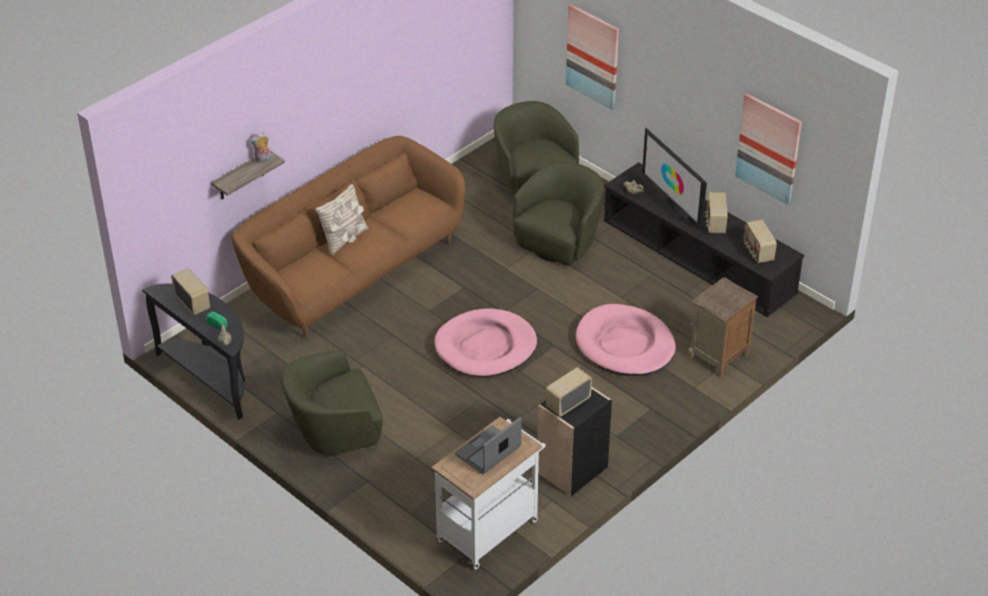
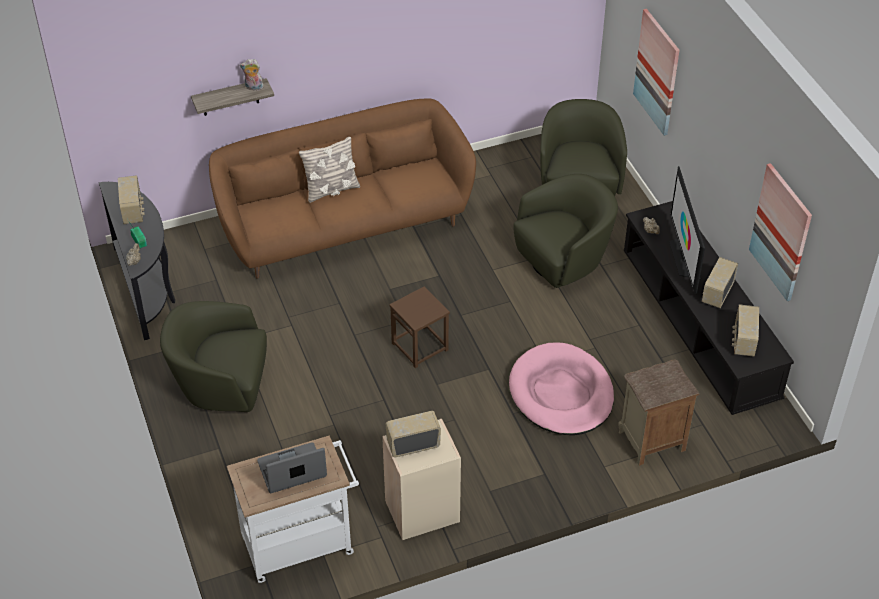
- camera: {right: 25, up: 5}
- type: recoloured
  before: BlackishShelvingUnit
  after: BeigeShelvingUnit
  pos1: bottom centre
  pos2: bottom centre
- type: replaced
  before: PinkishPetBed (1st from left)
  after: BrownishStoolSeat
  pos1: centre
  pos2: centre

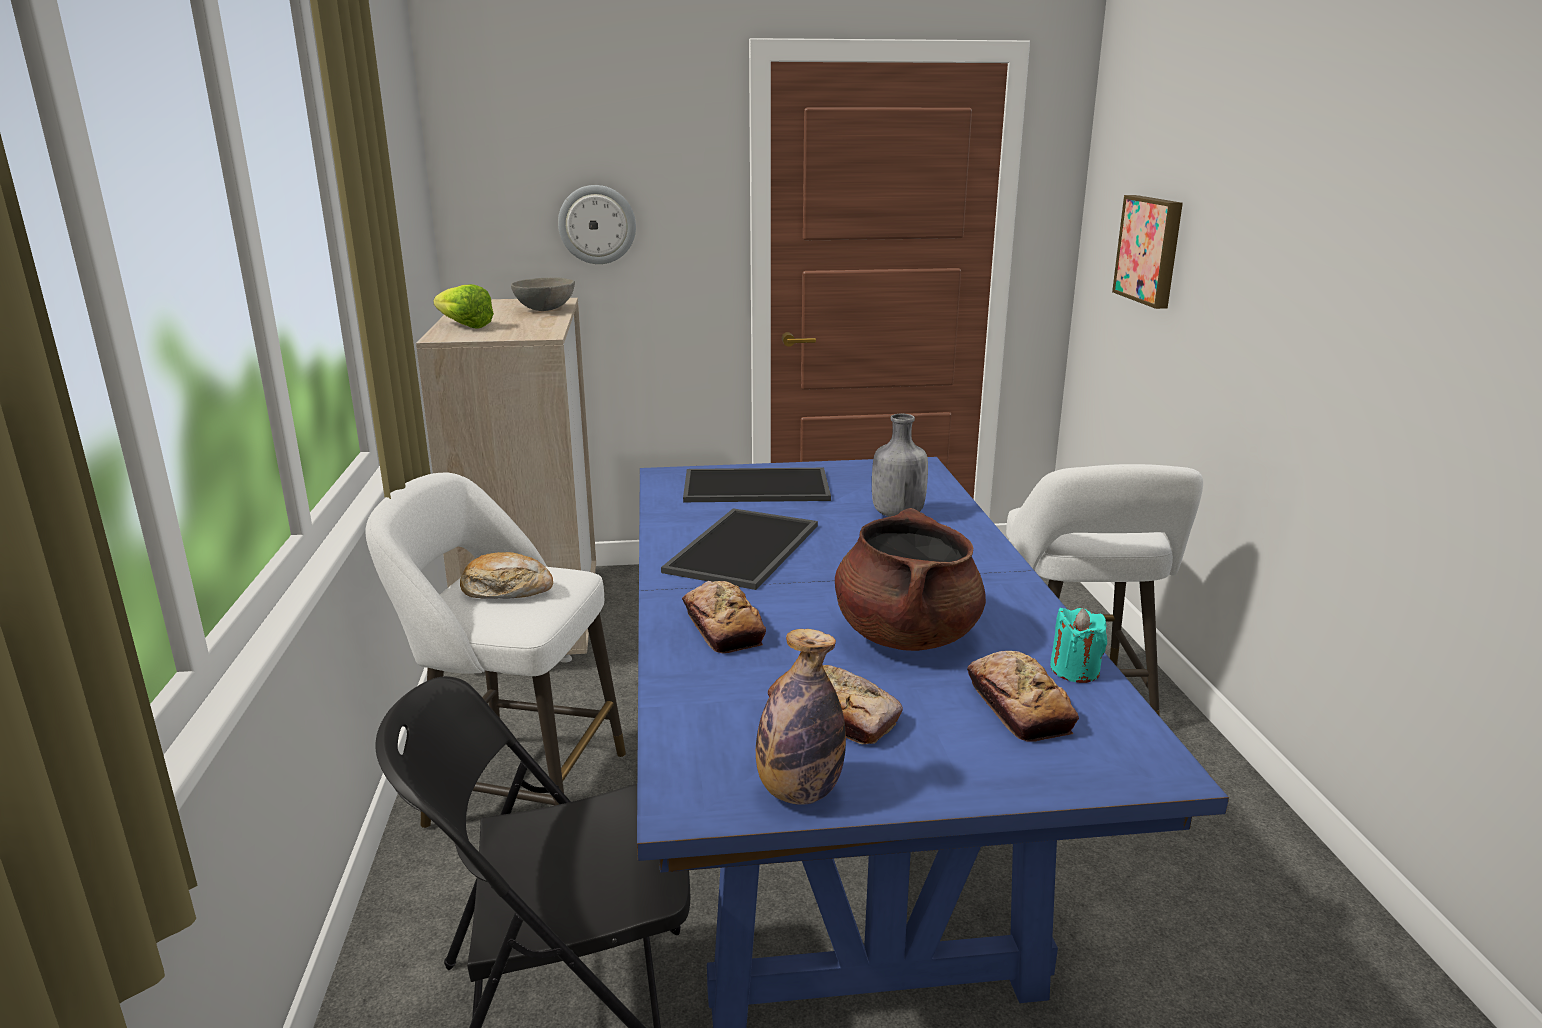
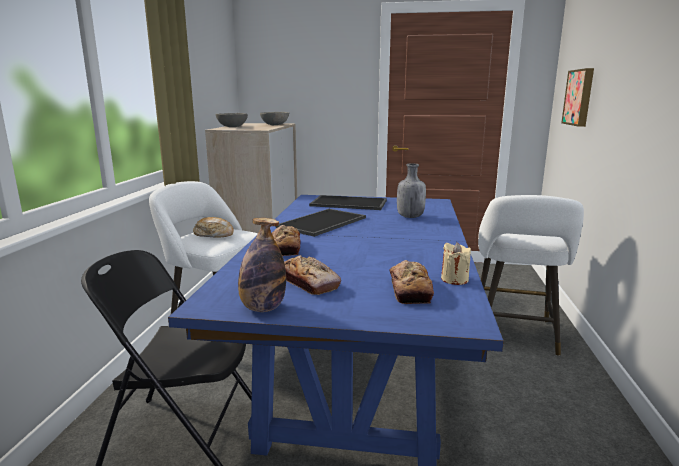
- camera: {right: 15, up: -5}
- type: replaced
  before: Lettuce
  after: GreyDeepDish (1st from left)
  pos1: top left
  pos2: top centre
- type: recoloured
  before: BlueGreenWaxCandle
  after: BeigeWaxCandle
  pos1: middle right
  pos2: middle right
- type: removed
  before: WallClock
  pos1: top centre
- type: removed
  before: BrownishStockpot
  pos1: centre

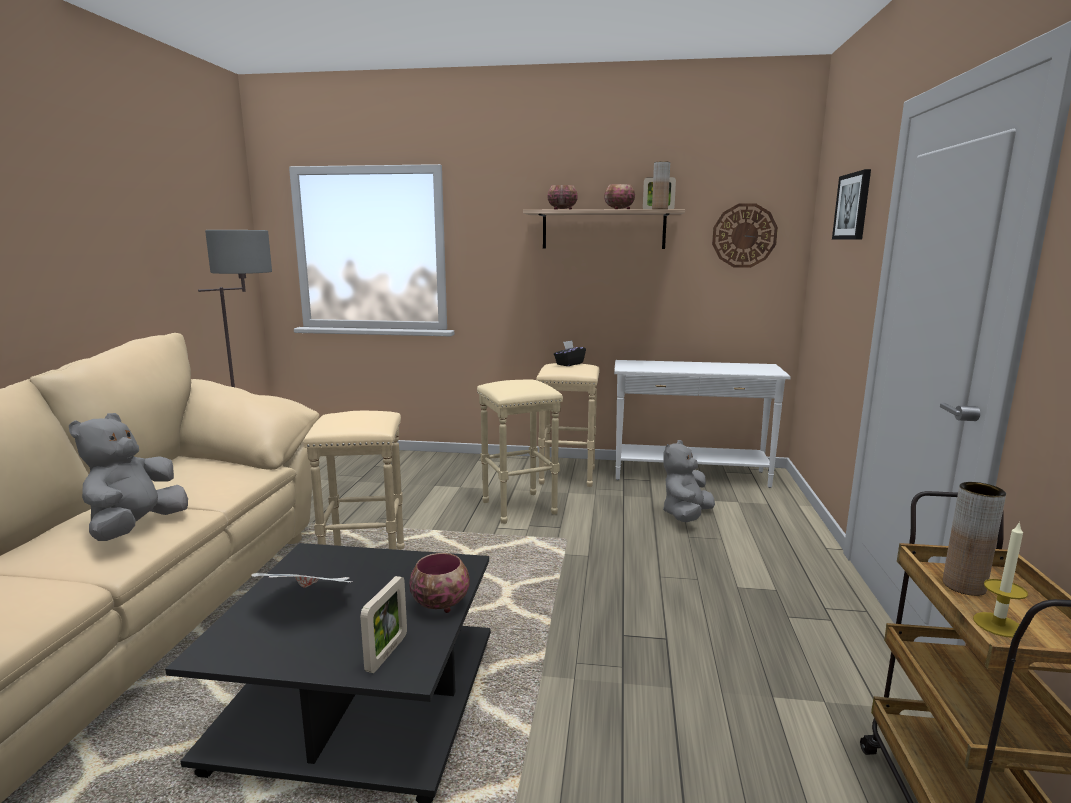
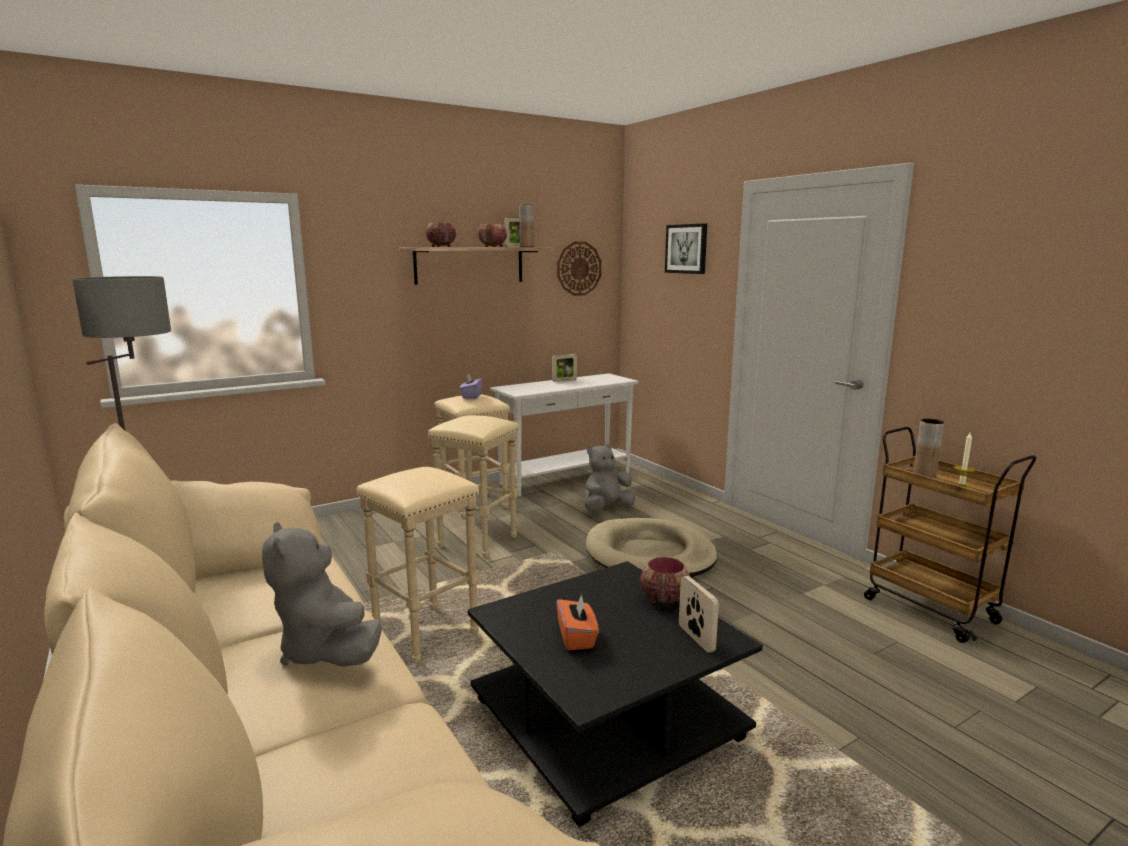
- camera: {right: -40, up: 0}
- type: recoloured
  before: BlackishTissueBox
  after: PurplishTissueBox
  pos1: centre
  pos2: centre
- type: added
  after: PictureFrame (2nd from left)
  pos2: centre
- type: replaced
  before: PrintedPaper
  after: OrangeColouredTissueBox
  pos1: bottom left
  pos2: bottom centre
- type: turned
  before: GreyCuddlyToy (2nd from left)
  pos1: centre
  pos2: centre
  turn: 60
- type: added
  after: BeigePetBed
  pos2: centre

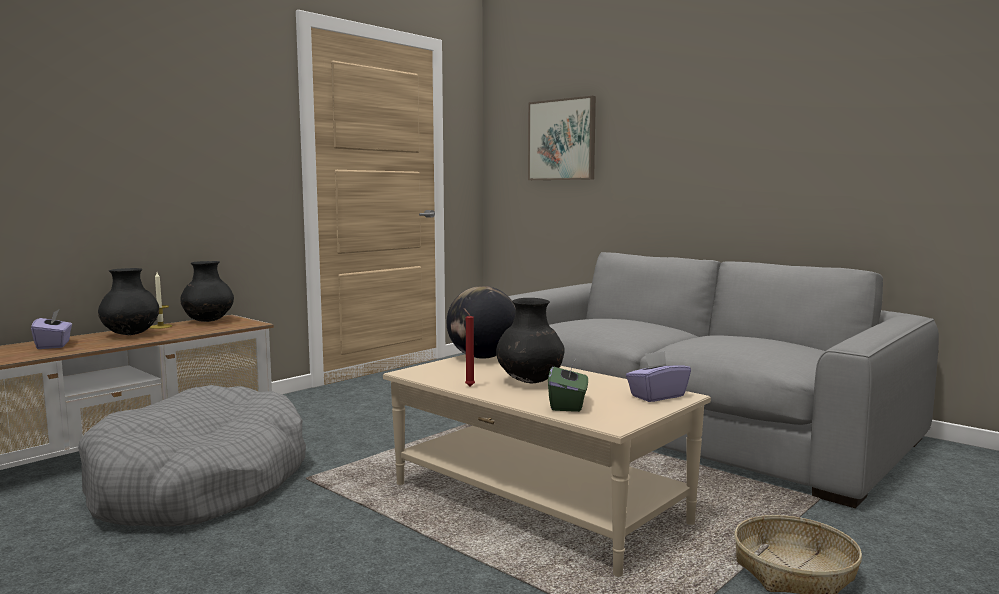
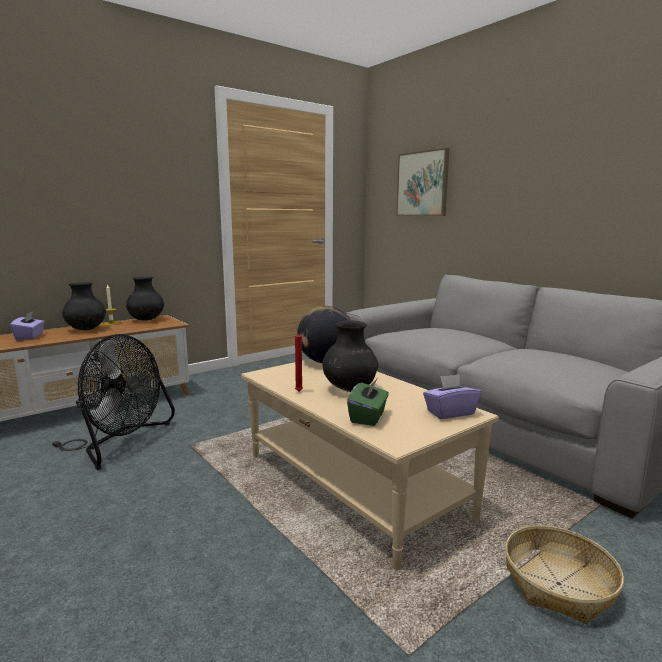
- camera: {right: 10, up: 5}
- type: replaced
  before: GreyPetBed
  after: BlackishElectricFan
  pos1: bottom left
  pos2: middle left

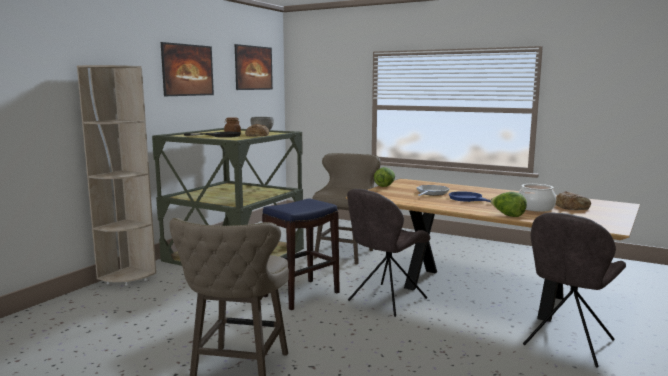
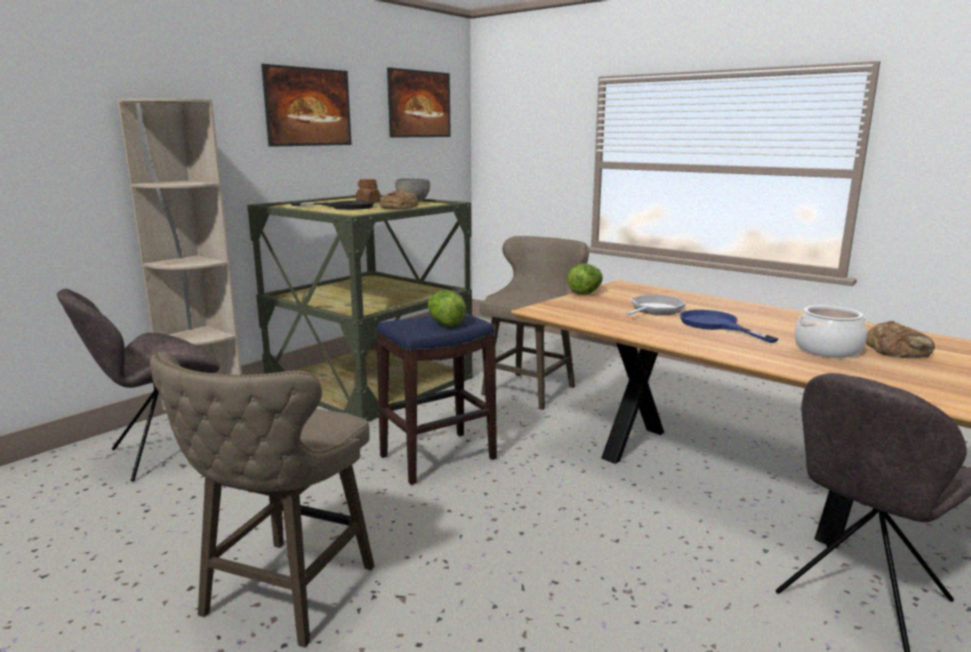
- camera: {right: 10, up: 5}
- type: moved
  before: GreyPlainChair (1st from left)
  pos1: bottom centre
  pos2: middle left
- type: moved
  before: Lettuce (2nd from left in the first image)
  after: Lettuce (1st from left)
  pos1: middle right
  pos2: centre

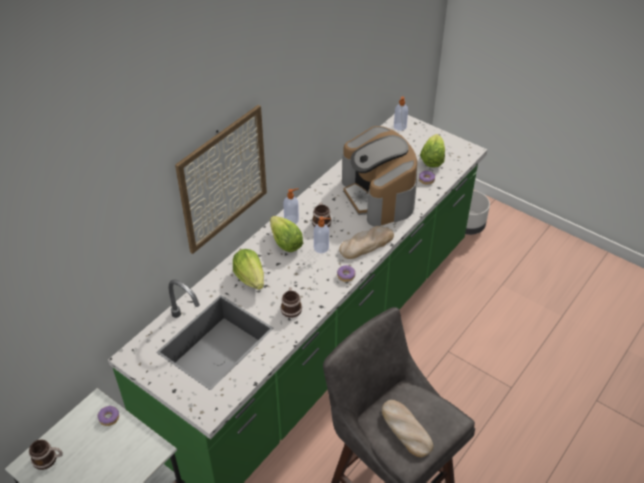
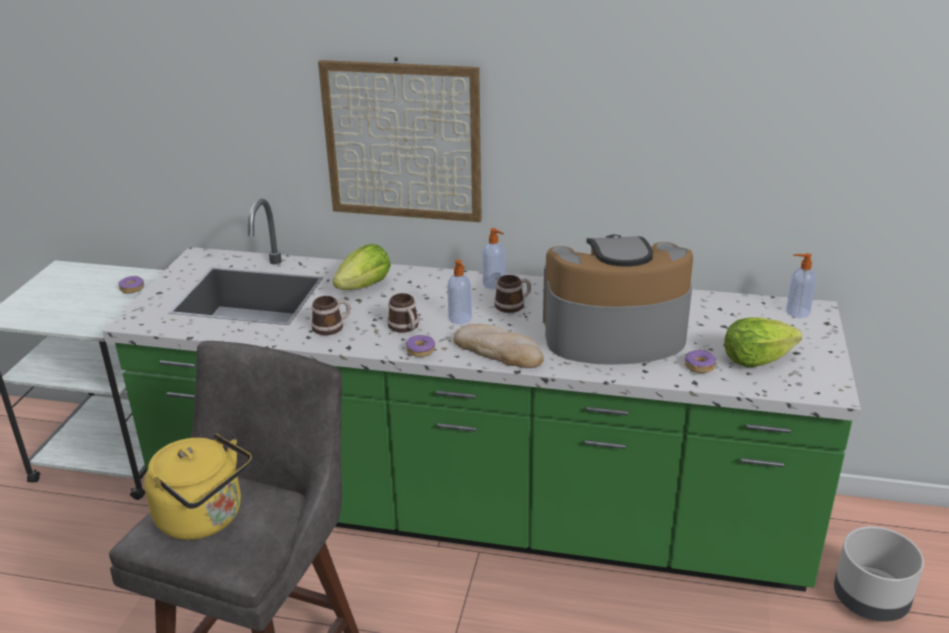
- camera: {right: 65, up: -15}
- type: replaced
  before: BakeryBread (2nd from left)
  after: YellowishKettle
  pos1: bottom centre
  pos2: bottom left
- type: moved
  before: CoffeeMug (1st from left in the first image)
  after: CoffeeMug (2nd from left)
  pos1: bottom left
  pos2: centre
- type: turned
  before: CoffeeBrewer
  pos1: centre
  pos2: centre
  turn: 45
- type: removed
  before: Lettuce (2nd from left)
  pos1: centre

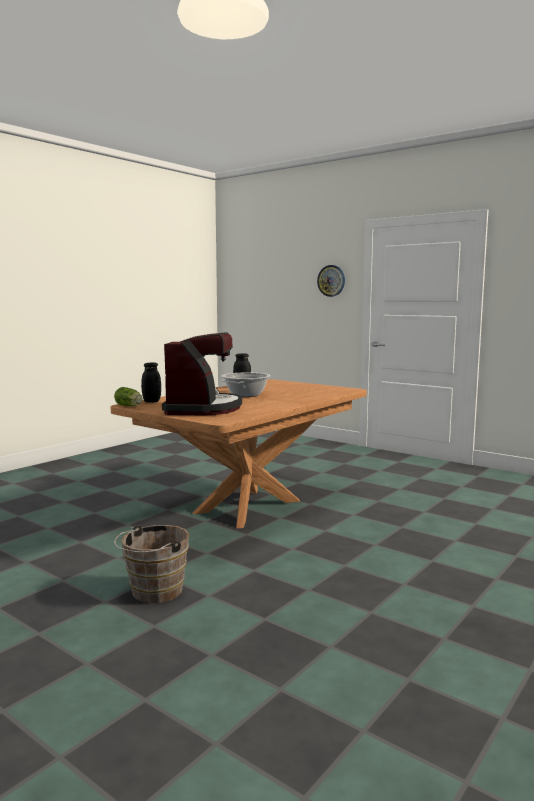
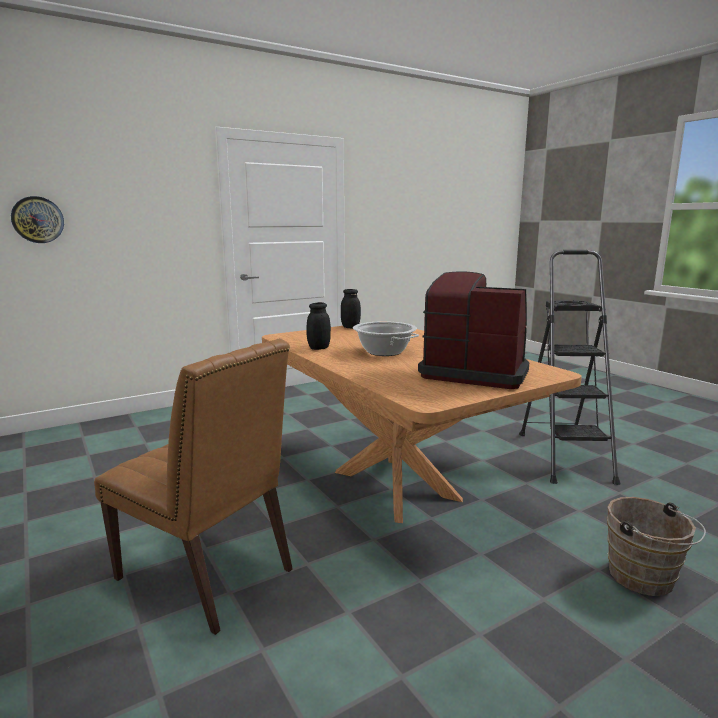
- camera: {right: -70, up: 5}
- type: moved
  before: WallClock
  pos1: centre
  pos2: top left
- type: added
  after: BrownishPlainChair
  pos2: bottom left
- type: moved
  before: BlackishPreserveJar (1st from left in the first image)
  after: BlackishPreserveJar (2nd from left)
  pos1: middle left
  pos2: centre
- type: added
  after: StepLadder
  pos2: middle right
- type: removed
  before: Lettuce
  pos1: middle left

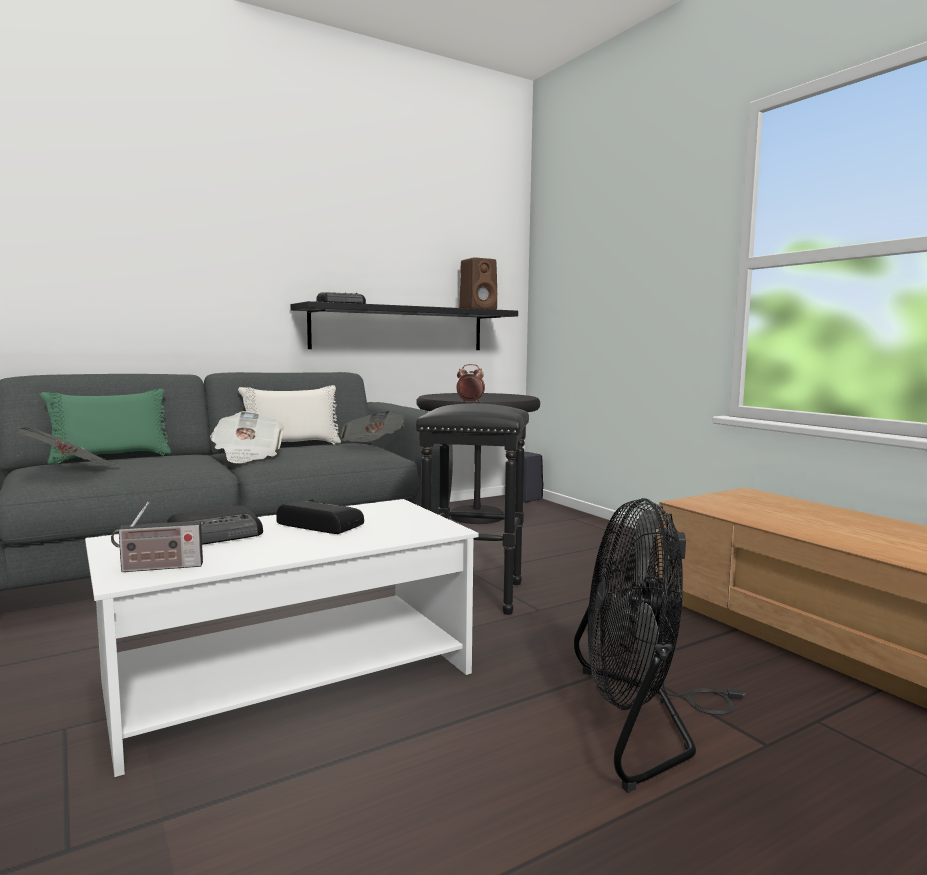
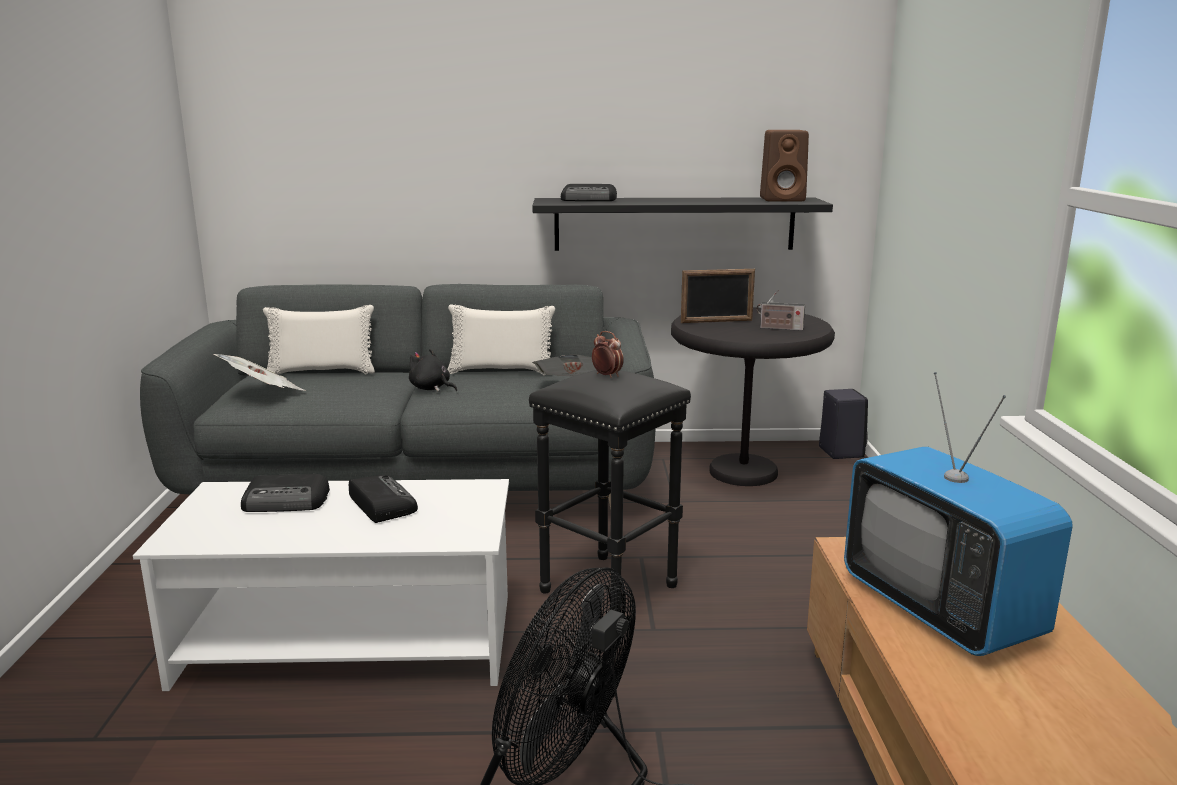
- camera: {right: 30, up: 10}
- type: recoloured
  before: GreenColouredThrowPillow
  after: WhiteThrowPillow (1st from left)
  pos1: middle left
  pos2: middle left
- type: replaced
  before: PrintedPaper (2nd from left)
  after: BlackishCuddlyToy
  pos1: middle left
  pos2: centre
- type: added
  after: PictureFrame
  pos2: centre
- type: moved
  before: RadioReceiver (1st from left in the first image)
  after: RadioReceiver (4th from left)
  pos1: middle left
  pos2: centre
- type: added
  after: Television
  pos2: middle right

